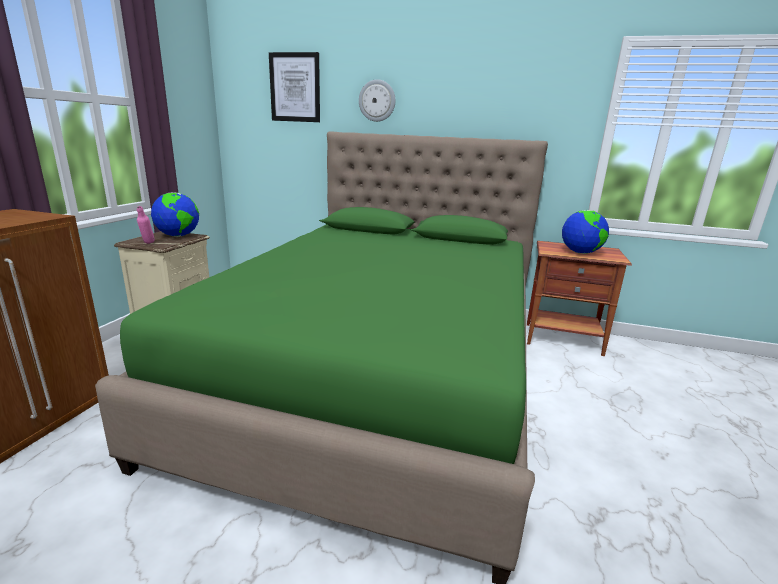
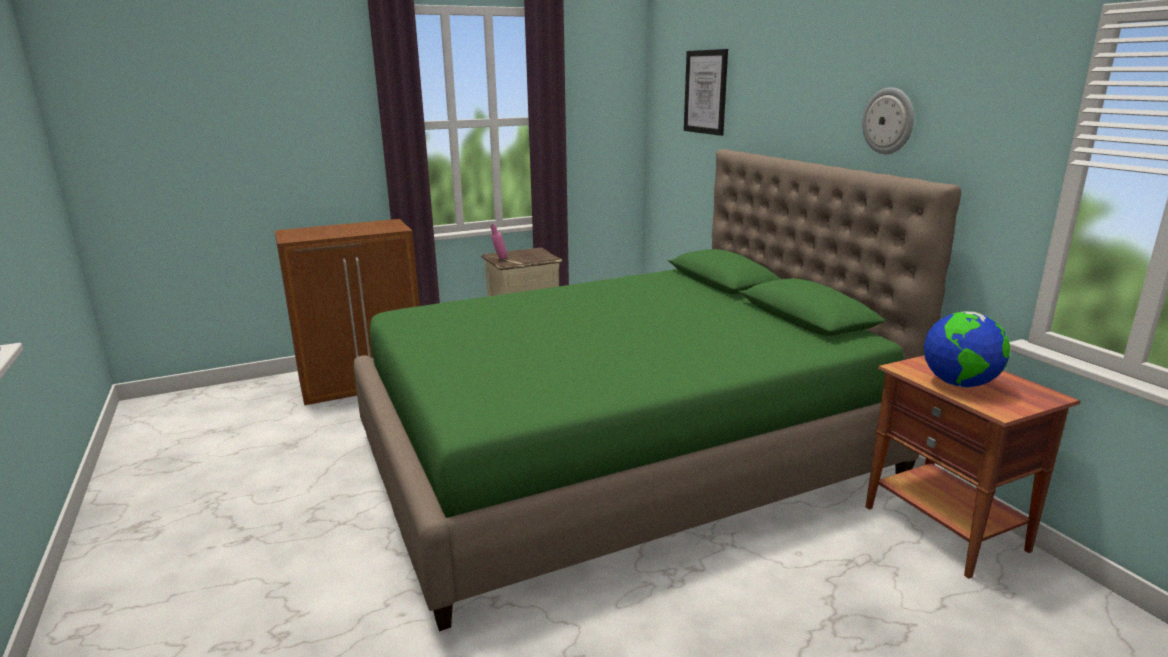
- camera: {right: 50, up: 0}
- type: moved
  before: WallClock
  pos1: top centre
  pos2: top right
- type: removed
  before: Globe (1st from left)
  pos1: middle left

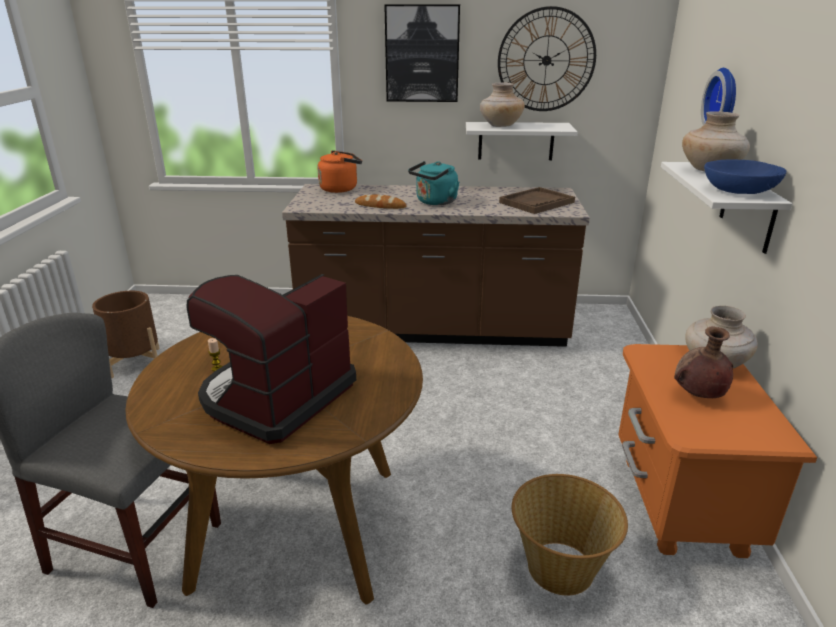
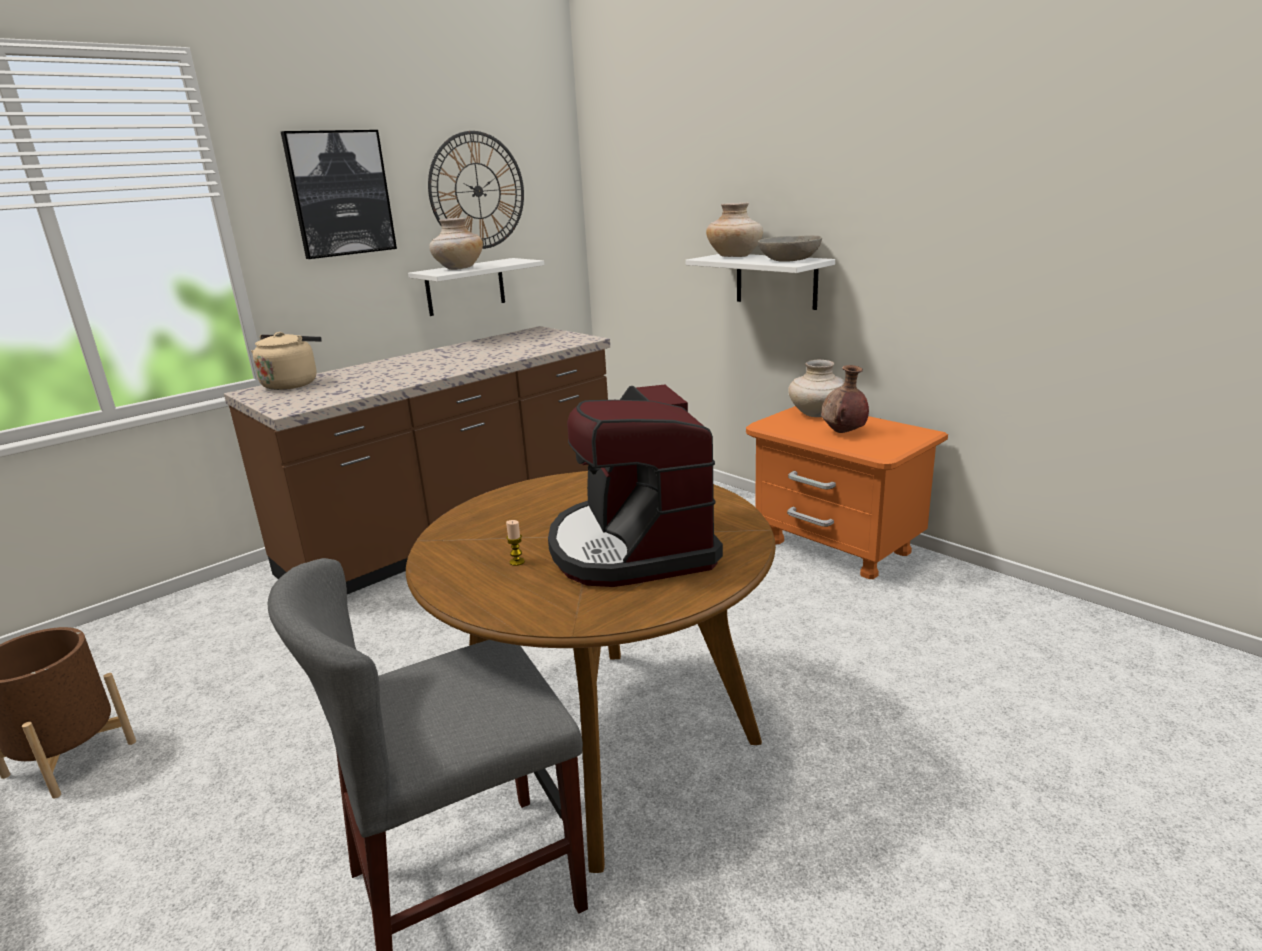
- camera: {right: -45, up: -5}
- type: recoloured
  before: OrangeColouredKettle
  after: BeigeKettle
  pos1: top centre
  pos2: middle left
- type: recoloured
  before: BluishDeepDish
  after: GreyDeepDish
  pos1: top right
  pos2: top centre
- type: removed
  before: BakeryBread
  pos1: top centre
- type: removed
  before: BlueGreenKettle
  pos1: top centre
- type: removed
  before: BrownishCarryingTray
  pos1: top centre
- type: removed
  before: HouseholdBasket
  pos1: bottom right
- type: removed
  before: WallClock (2nd from left)
  pos1: top right

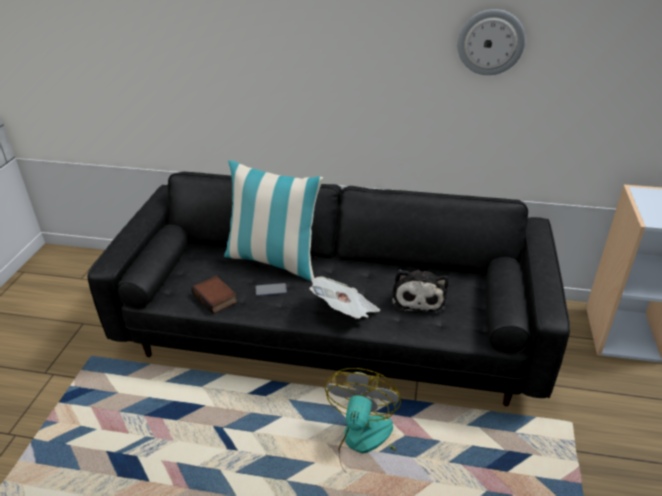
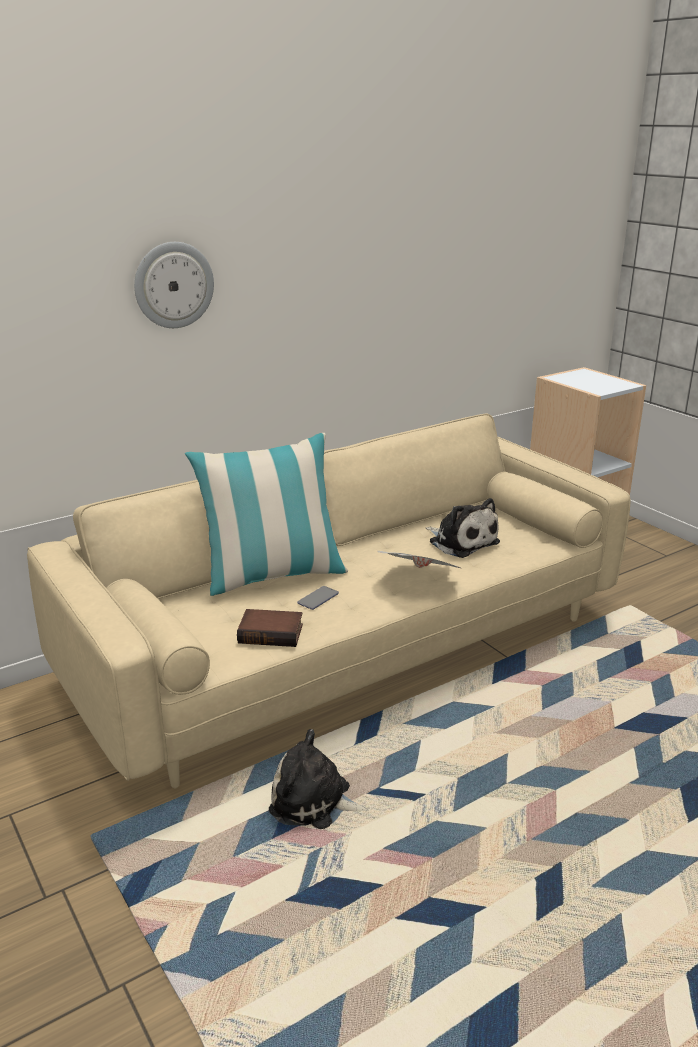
- camera: {right: -45, up: -10}
- type: recoloured
  before: BlackishSofa
  after: BeigeSofa
  pos1: centre
  pos2: centre
- type: moved
  before: WallClock
  pos1: top right
  pos2: top left
- type: added
  after: CuddlyToy (1st from left)
  pos2: bottom centre
- type: removed
  before: ElectricFan
  pos1: bottom centre

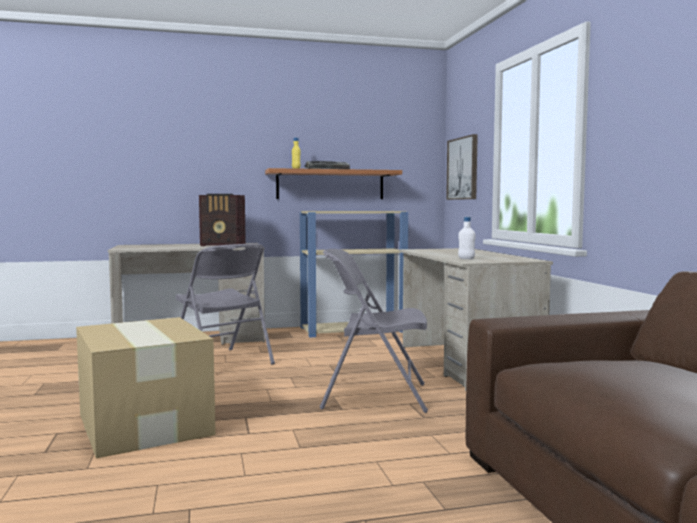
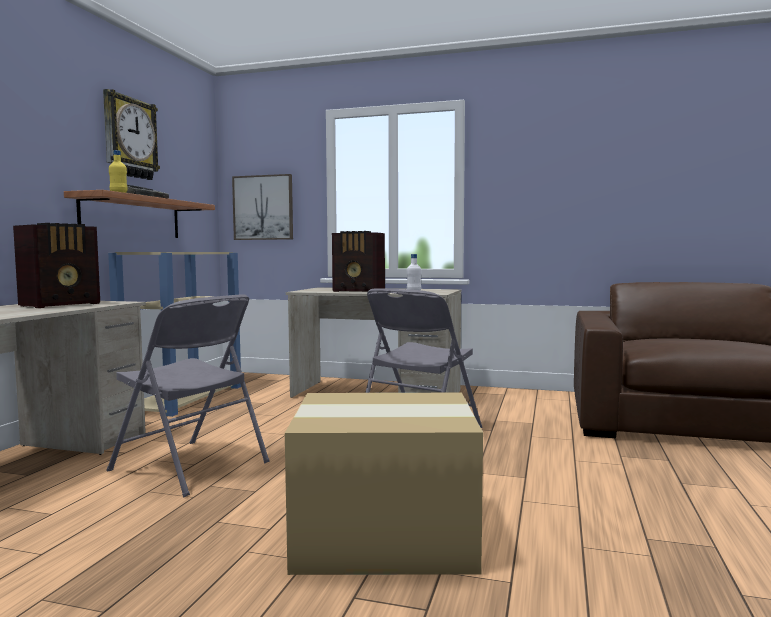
- camera: {right: -60, up: 0}
- type: added
  after: WallClock
  pos2: top left
- type: turned
  before: GreyPlainChair (1st from left)
  pos1: middle left
  pos2: middle left
  turn: 45
- type: added
  after: RadioReceiver (2nd from left)
  pos2: centre

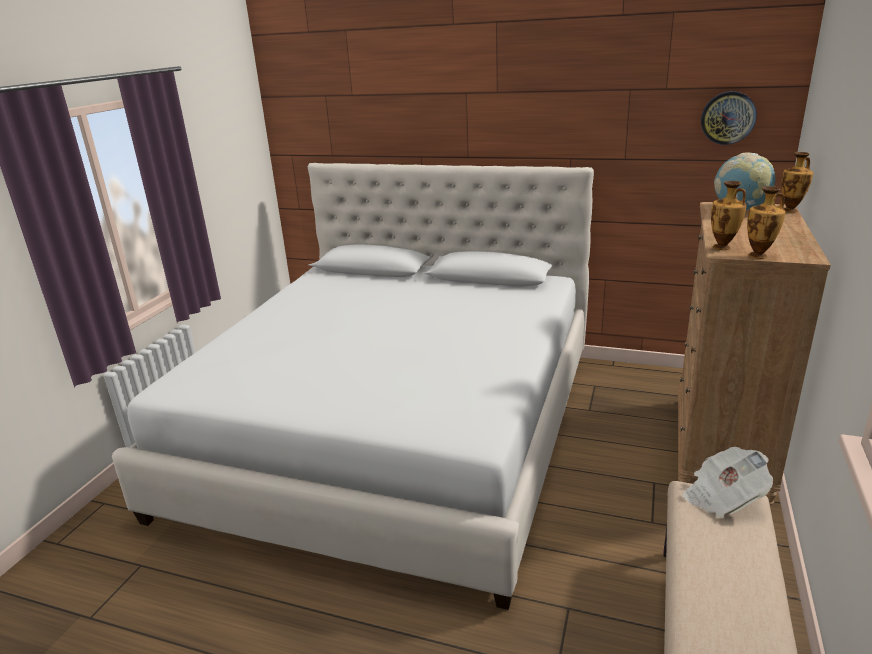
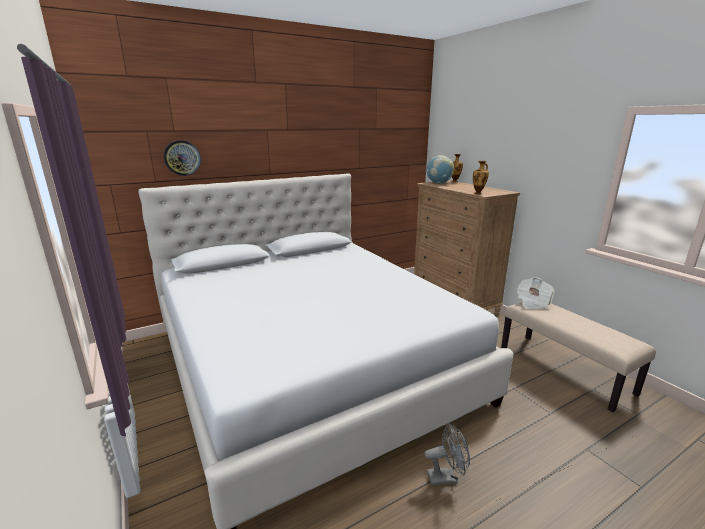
- camera: {right: -50, up: -5}
- type: moved
  before: WallClock
  pos1: top right
  pos2: top left
- type: added
  after: GreyElectricFan
  pos2: bottom centre
- type: removed
  before: DecorativeVase (2nd from left)
  pos1: middle right

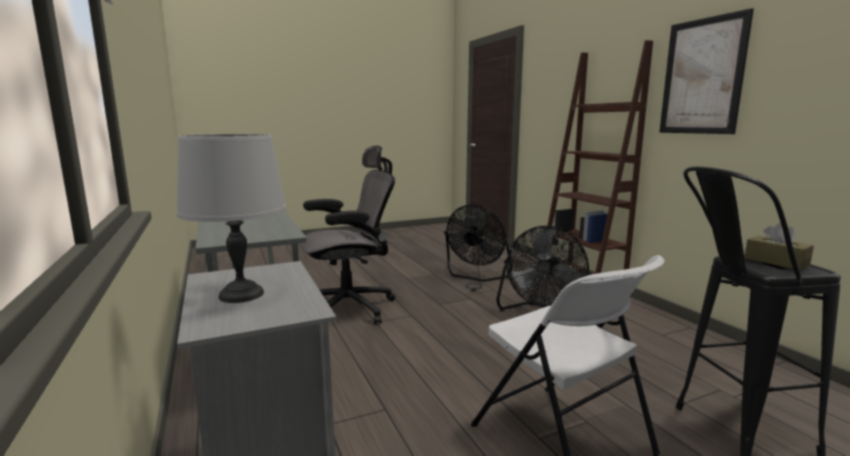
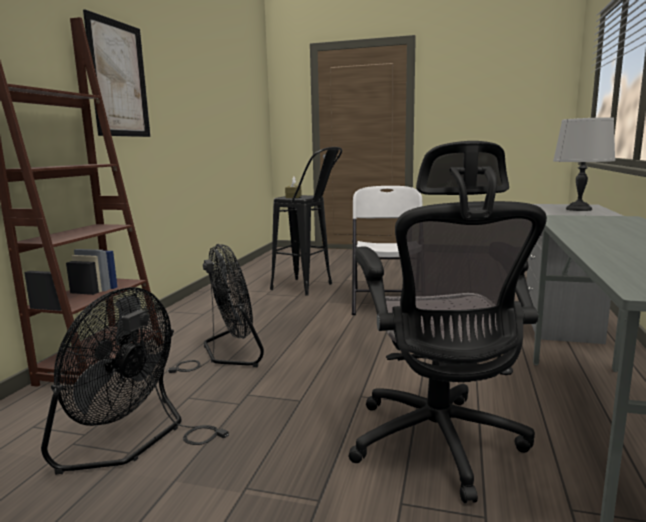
- camera: {right: -140, up: 0}
- type: turned
  before: BlackishElectricFan (1st from left)
  pos1: centre
  pos2: bottom left
  turn: 45
- type: turned
  before: ComputerChair
  pos1: centre
  pos2: middle right
  turn: -105

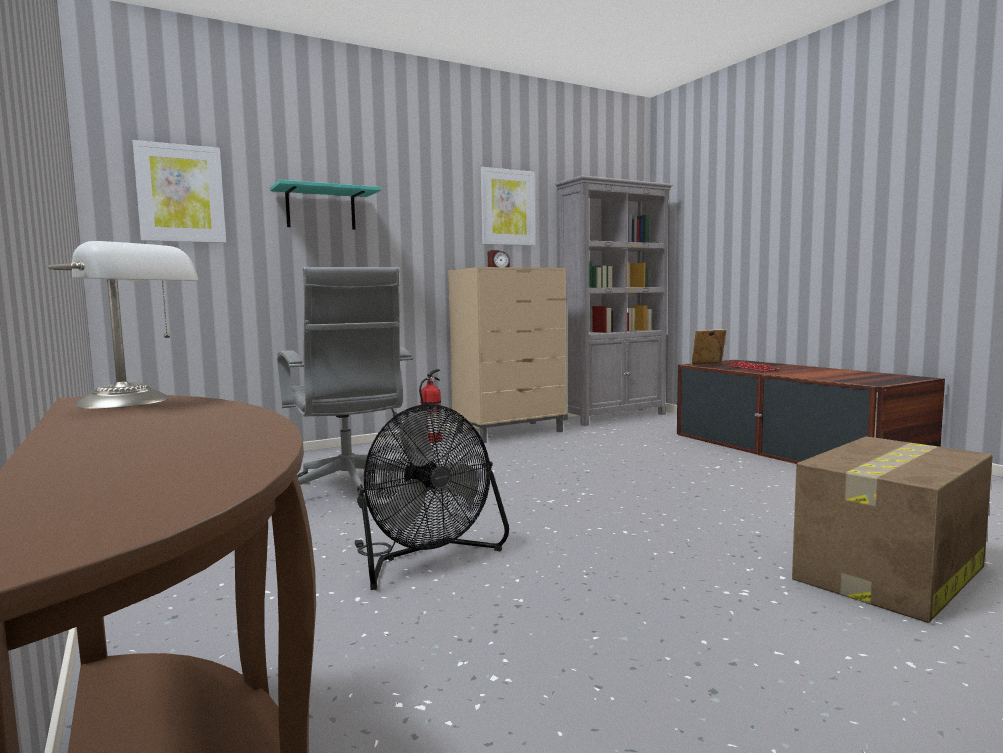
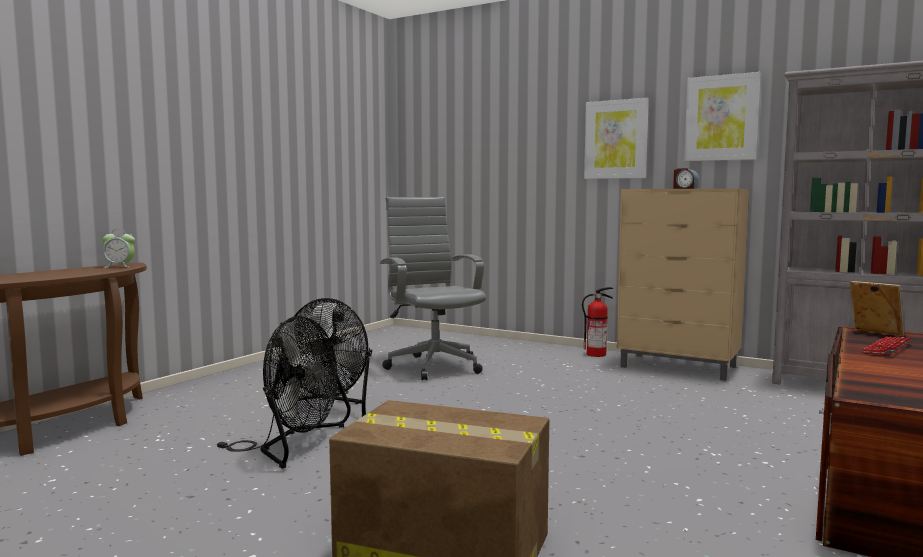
- camera: {right: 60, up: 0}
- type: replaced
  before: WhiteTabletopLamp
  after: BedsideClock (1st from left)
  pos1: middle left
  pos2: middle left
- type: added
  after: BlackishElectricFan (1st from left)
  pos2: bottom left
- type: turned
  before: GreyComputerChair
  pos1: centre
  pos2: centre
  turn: 120
- type: moved
  before: WallPicture (1st from left)
  pos1: top left
  pos2: top right
- type: removed
  before: BlueGreenWallShelf
  pos1: top left

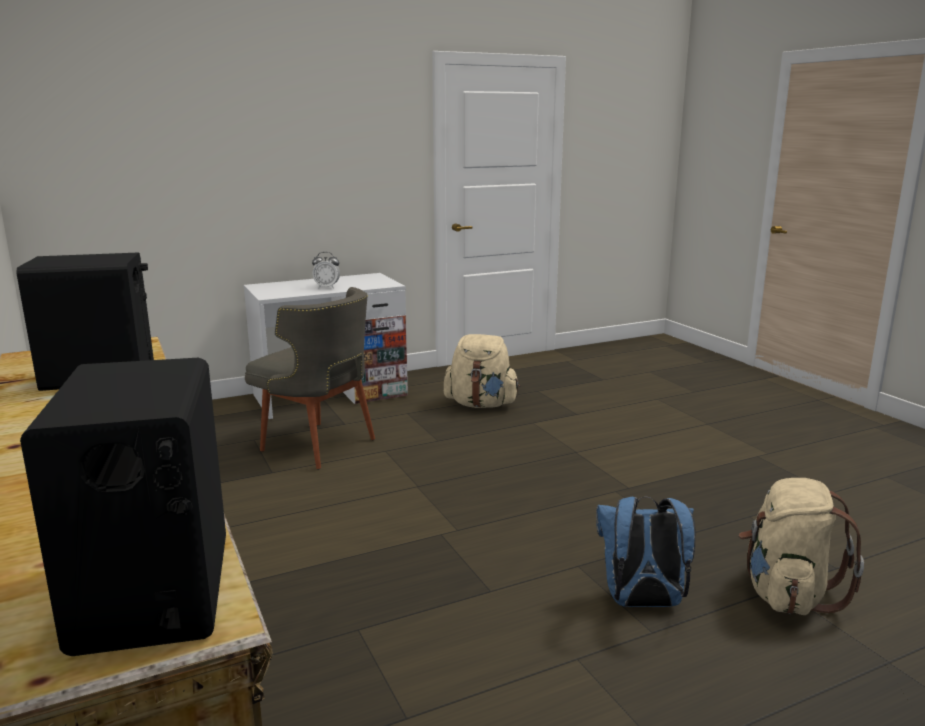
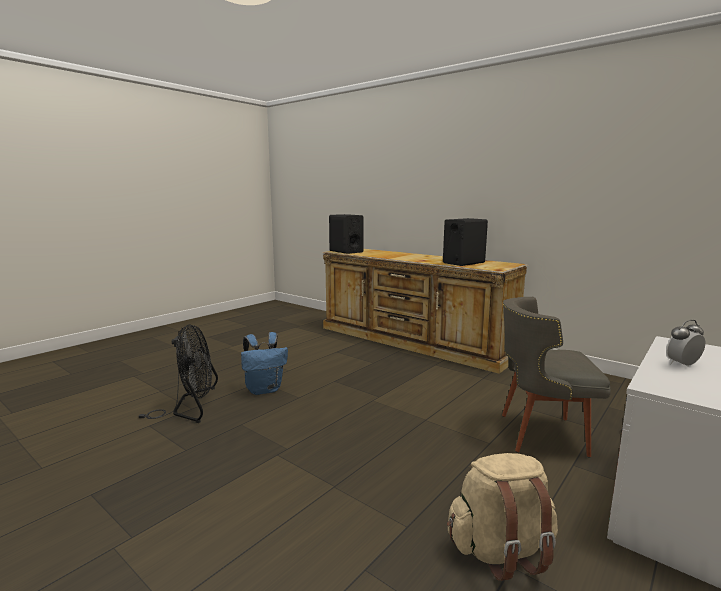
- camera: {right: 155, up: -5}
- type: replaced
  before: BeigeBackpack (2nd from left)
  after: BlackishElectricFan
  pos1: bottom right
  pos2: middle left

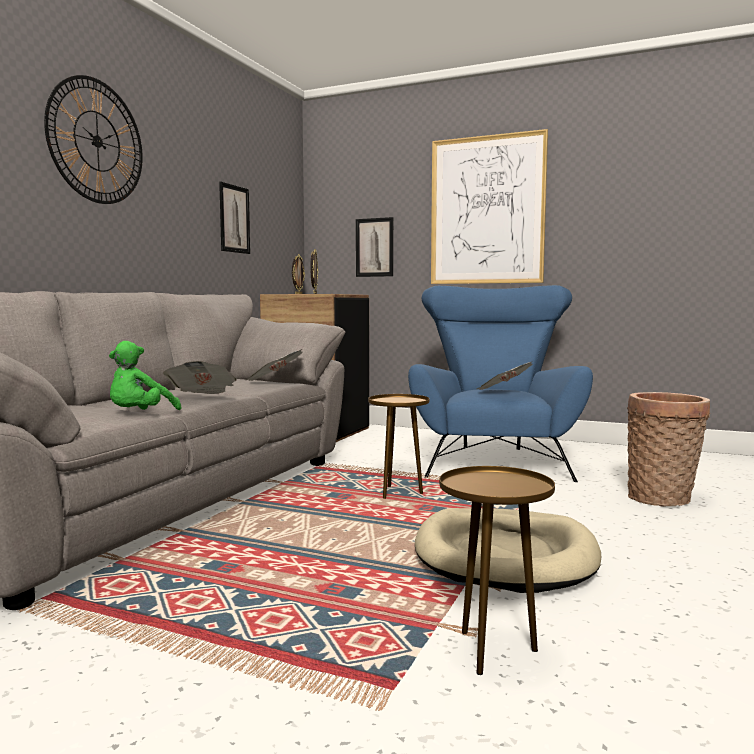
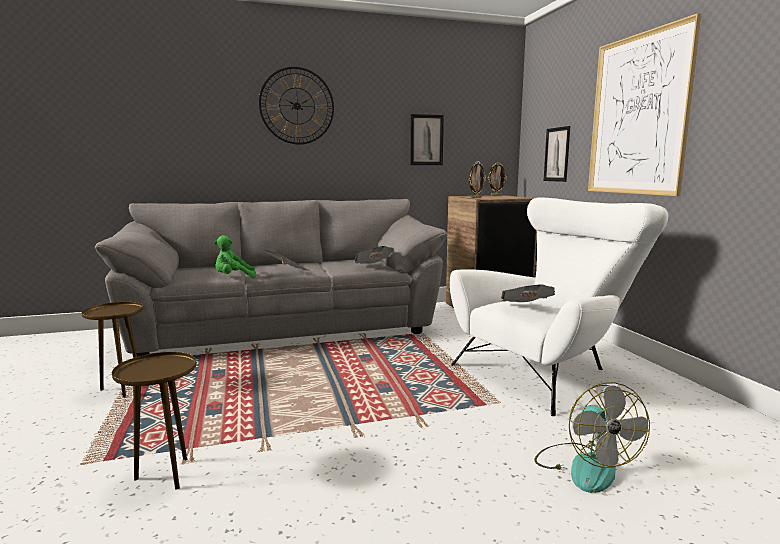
- camera: {right: 50, up: 5}
- type: moved
  before: BrownishSideTable (1st from left)
  pos1: centre
  pos2: middle left
- type: recoloured
  before: BluishLoungeChair
  after: WhiteLoungeChair
  pos1: centre
  pos2: middle right
- type: replaced
  before: HouseholdBasket
  after: ElectricFan
  pos1: middle right
  pos2: bottom right
- type: removed
  before: BeigePetBed
  pos1: bottom right

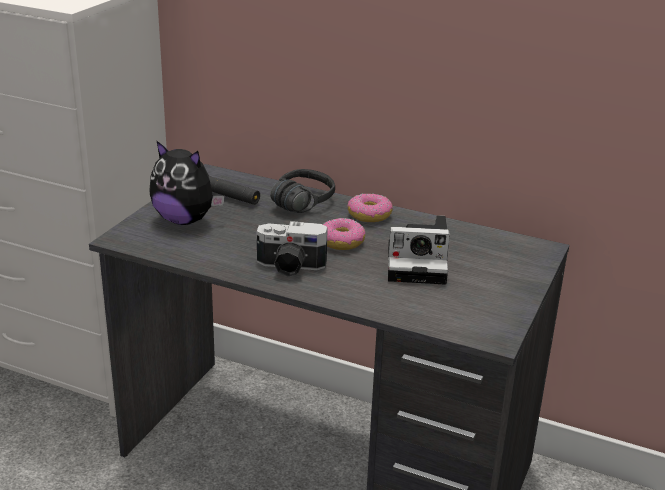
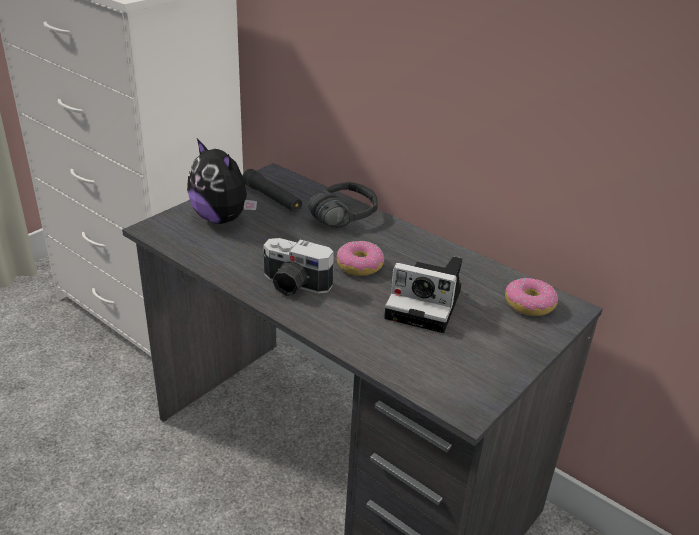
- camera: {right: 15, up: 5}
- type: moved
  before: Donut (2nd from left)
  pos1: centre
  pos2: middle right

